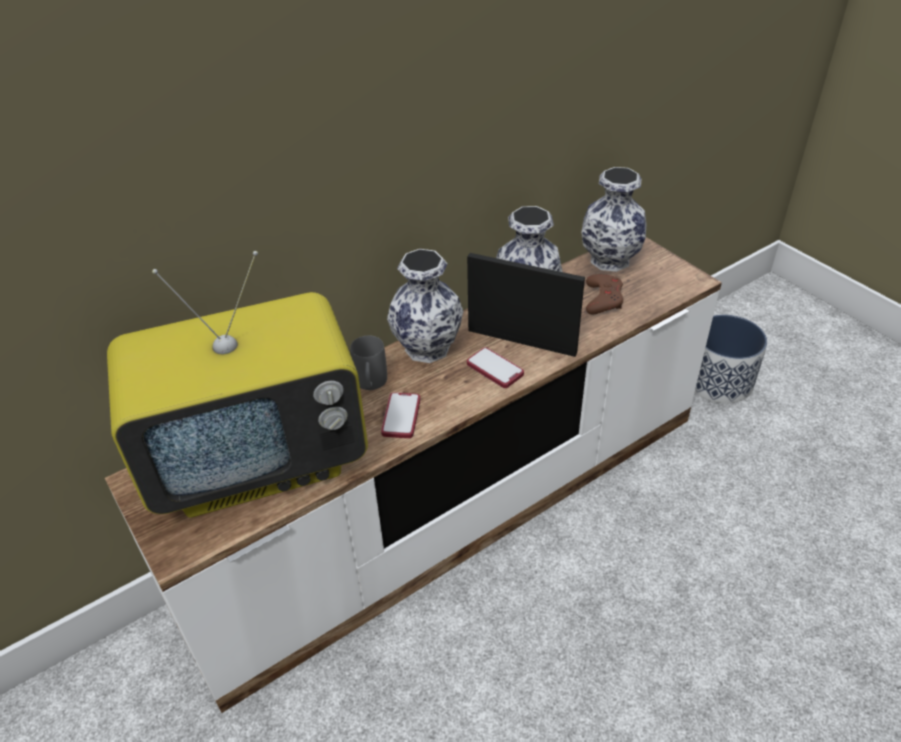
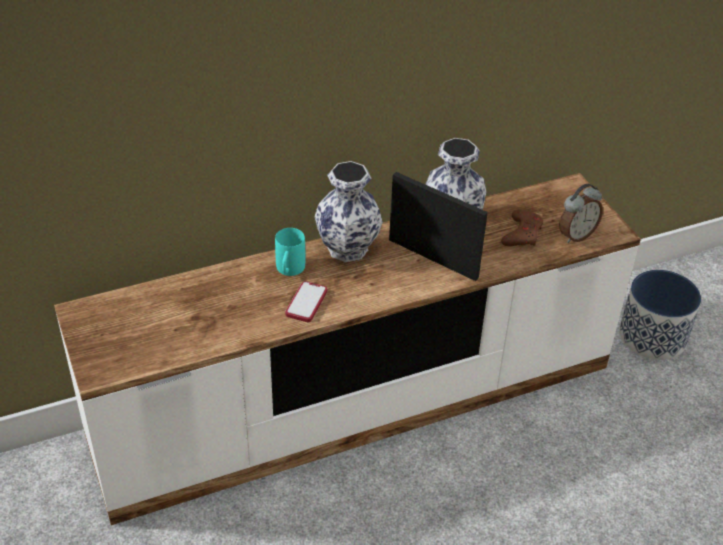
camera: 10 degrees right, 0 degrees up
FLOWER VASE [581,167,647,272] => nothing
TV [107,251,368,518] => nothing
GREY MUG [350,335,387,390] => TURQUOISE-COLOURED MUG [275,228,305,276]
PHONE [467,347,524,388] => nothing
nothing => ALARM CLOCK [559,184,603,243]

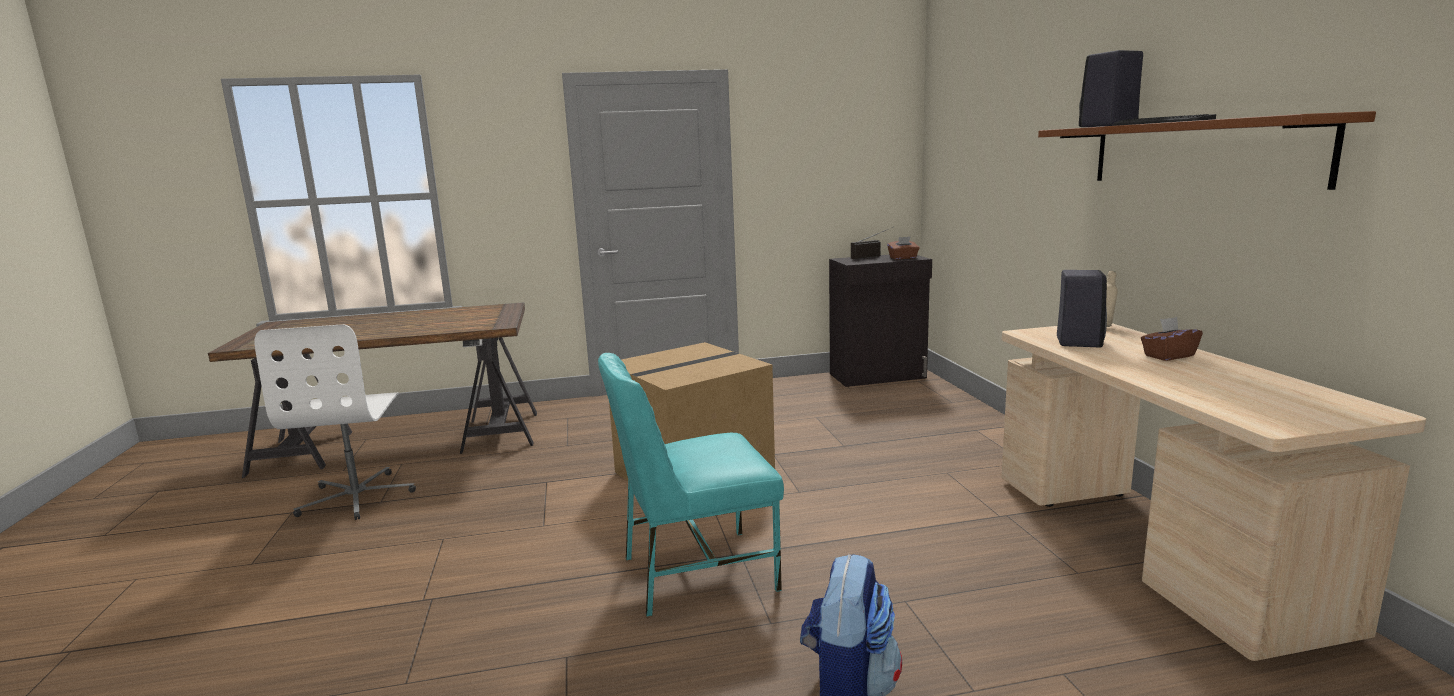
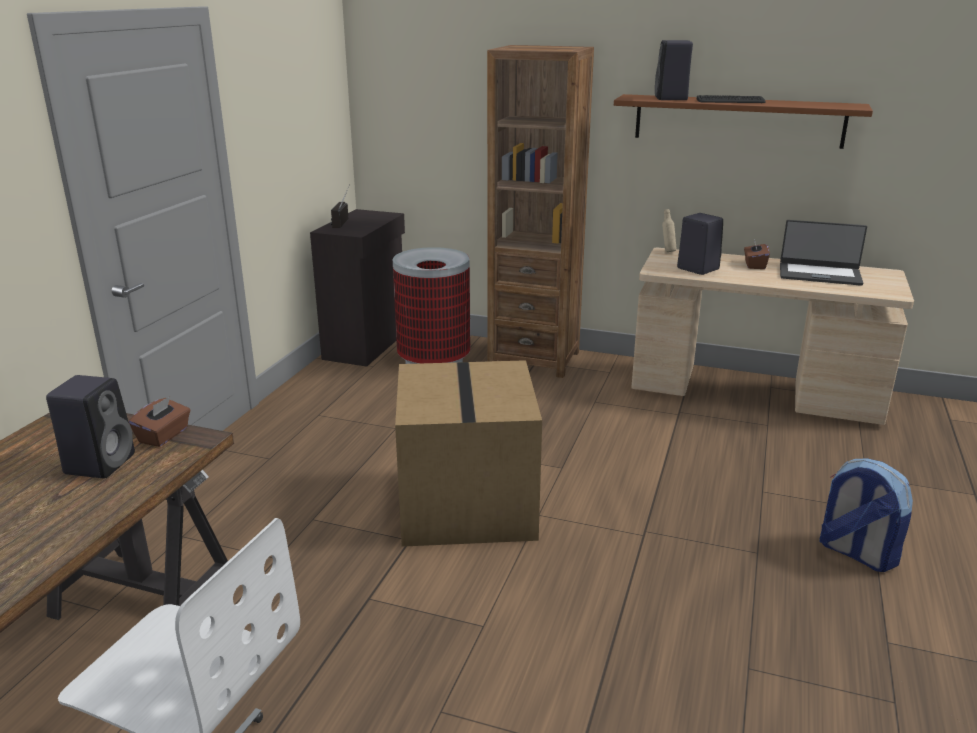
camera: 60 degrees left, 10 degrees up
BROWNISH TISSUE BOX [887,237,920,259] => BROWNISH TISSUE BOX [129,396,190,447], move
TURQUOISE-COLOURED CHAIR [598,353,784,616] => nothing
nothing => BROWNISH BOOKCASE [487,45,594,378]
nothing => LAPTOP [780,220,867,286]
nothing => WASTE BIN [393,247,470,364]
nothing => BLACK SPEAKER [46,375,135,478]

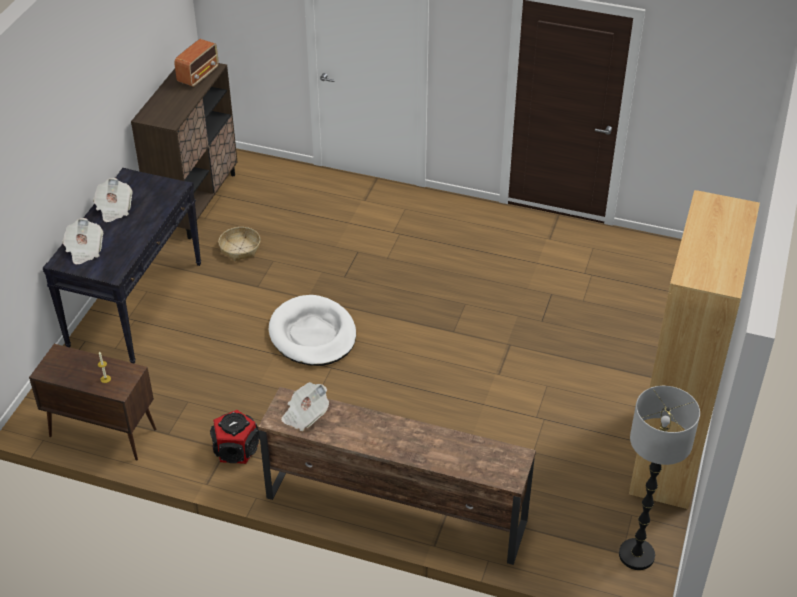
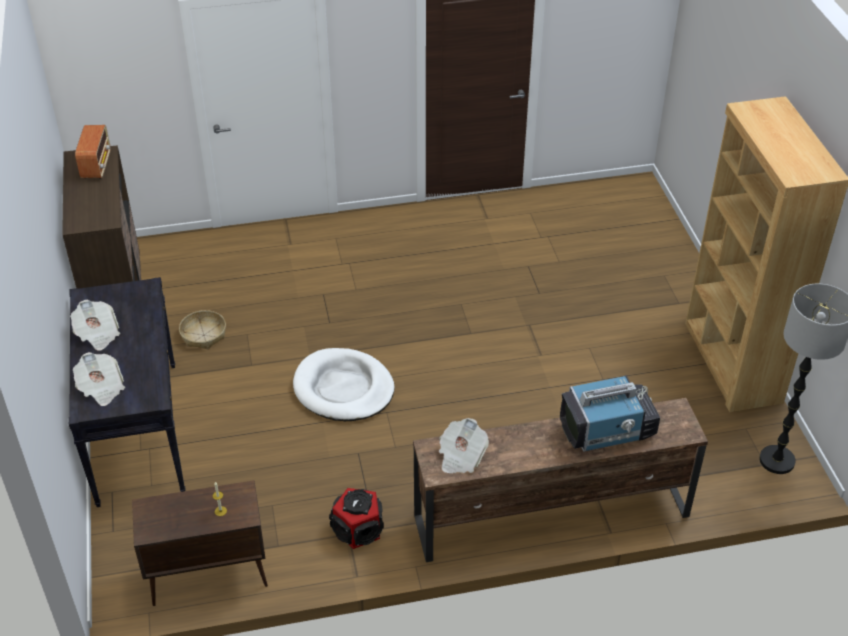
camera: 30 degrees left, 0 degrees up
nothing => TV [560,375,660,452]

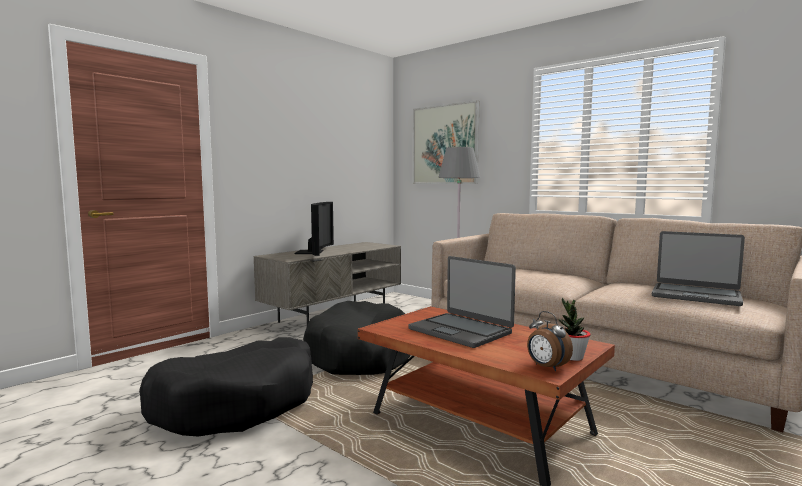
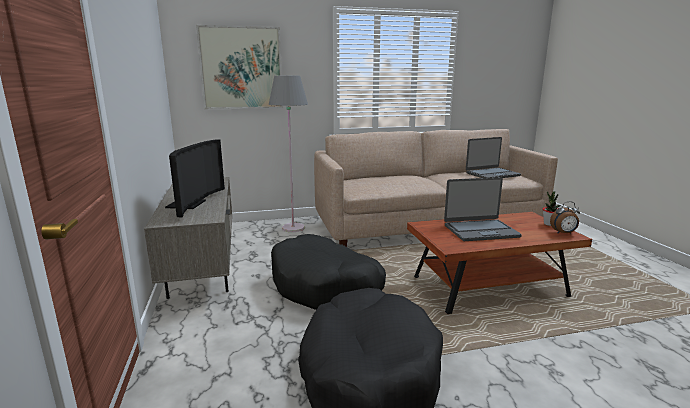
camera: 55 degrees left, 10 degrees up
TV [295,202,334,256] => TV [165,139,225,217], 60 degrees clockwise

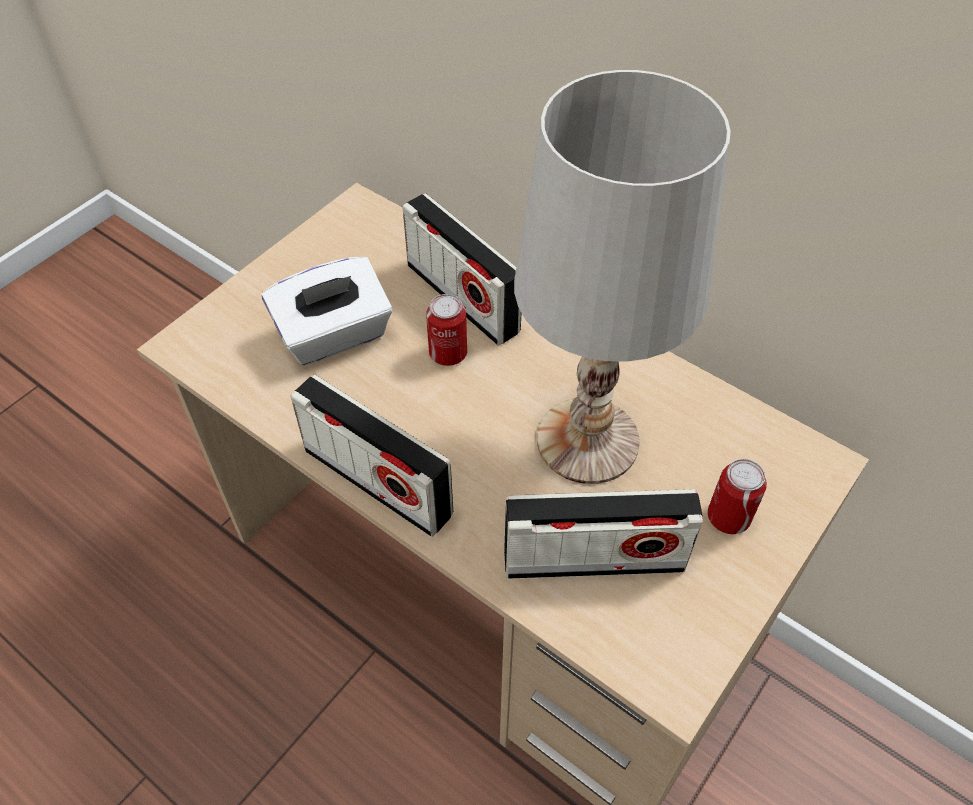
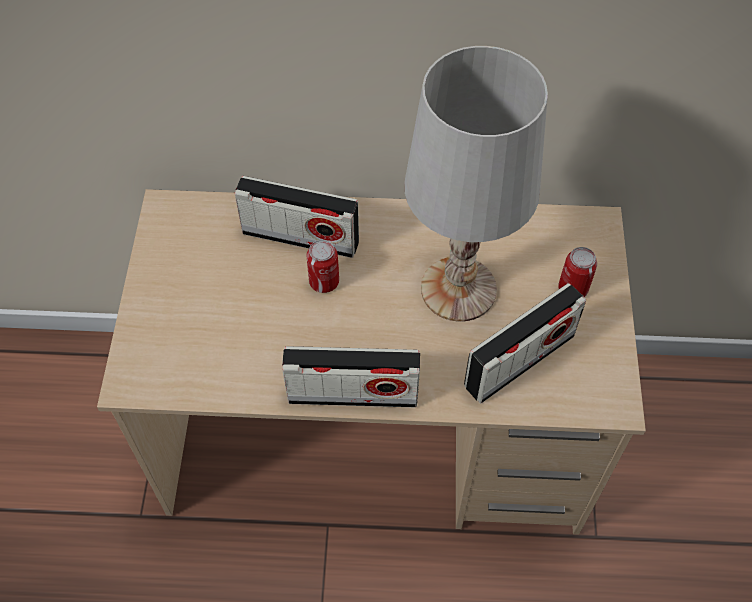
camera: 35 degrees left, 5 degrees up
WHITISH TISSUE BOX [262,256,392,365] => nothing

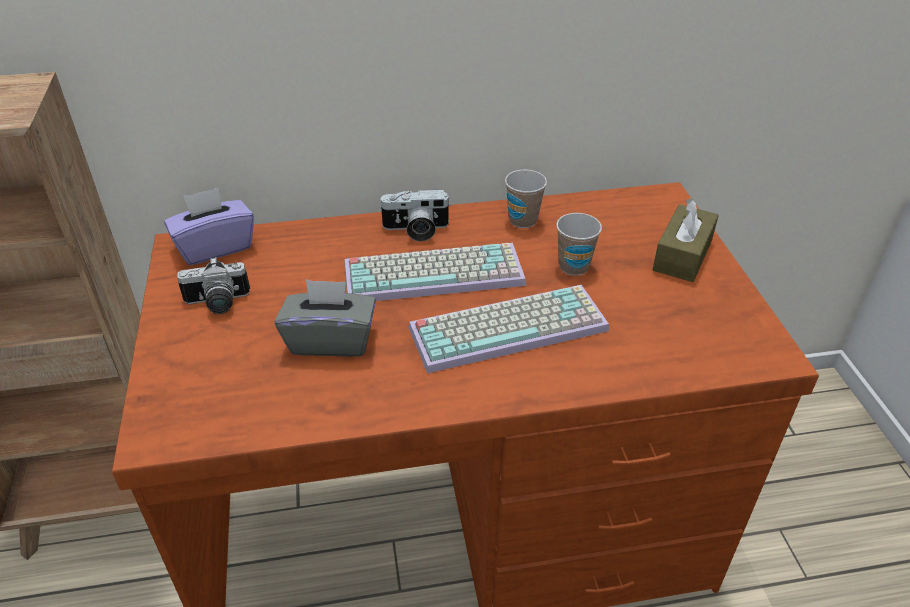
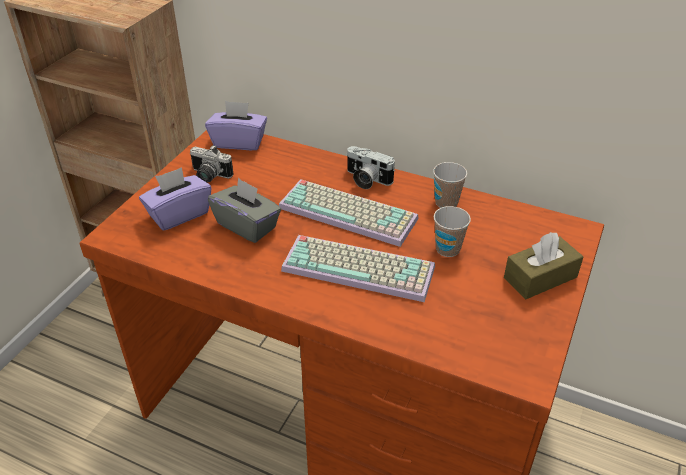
camera: 35 degrees right, 0 degrees up
nothing => PURPLISH TISSUE BOX [139,167,211,231]

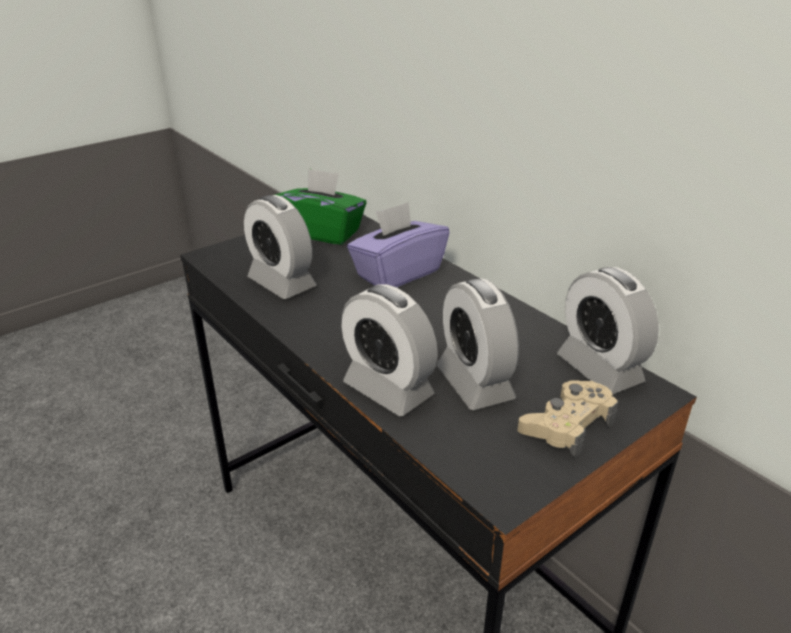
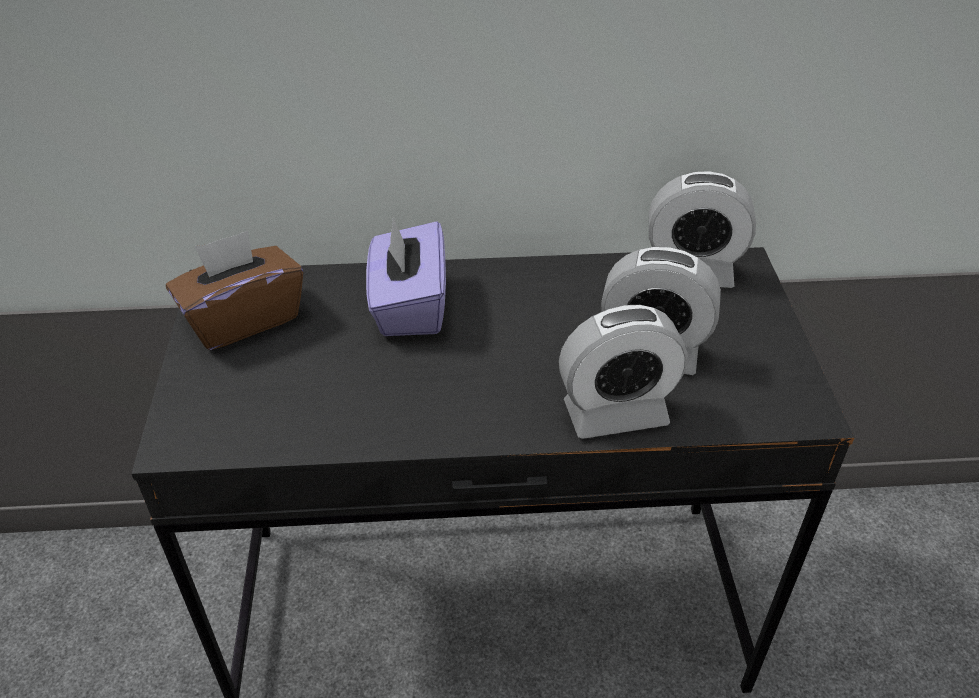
camera: 55 degrees left, 10 degrees up
GREEN-COLOURED TISSUE BOX [275,168,366,245] => BROWNISH TISSUE BOX [166,231,303,350]
ALARM CLOCK [244,195,317,299] => nothing
BEIGE JOYPAD [517,380,618,459] => nothing

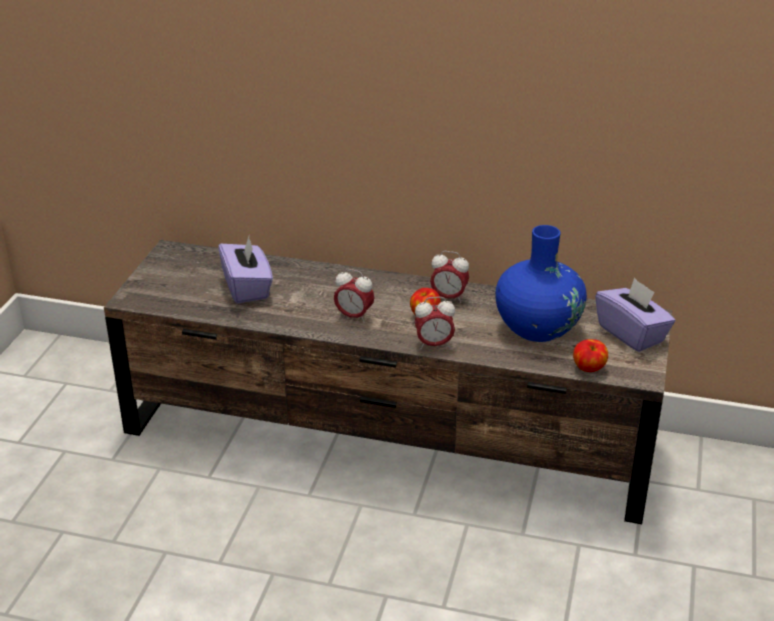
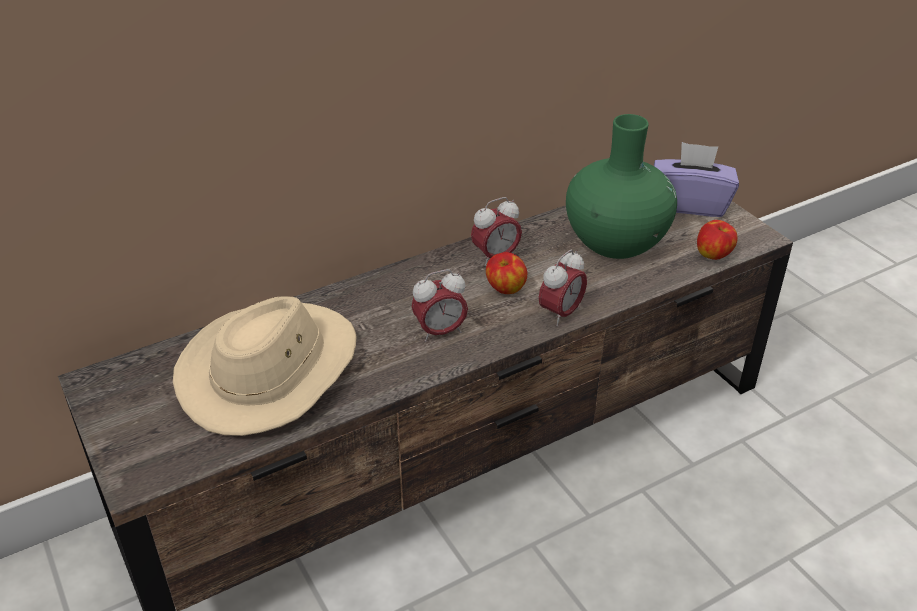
camera: 45 degrees left, 5 degrees up
BLUE FLOWER VASE [495,225,587,342] => GREEN-COLOURED FLOWER VASE [566,114,677,259]
PURPLISH TISSUE BOX [218,236,273,304] => BEIGE WEARABLE HAT [173,296,356,436]

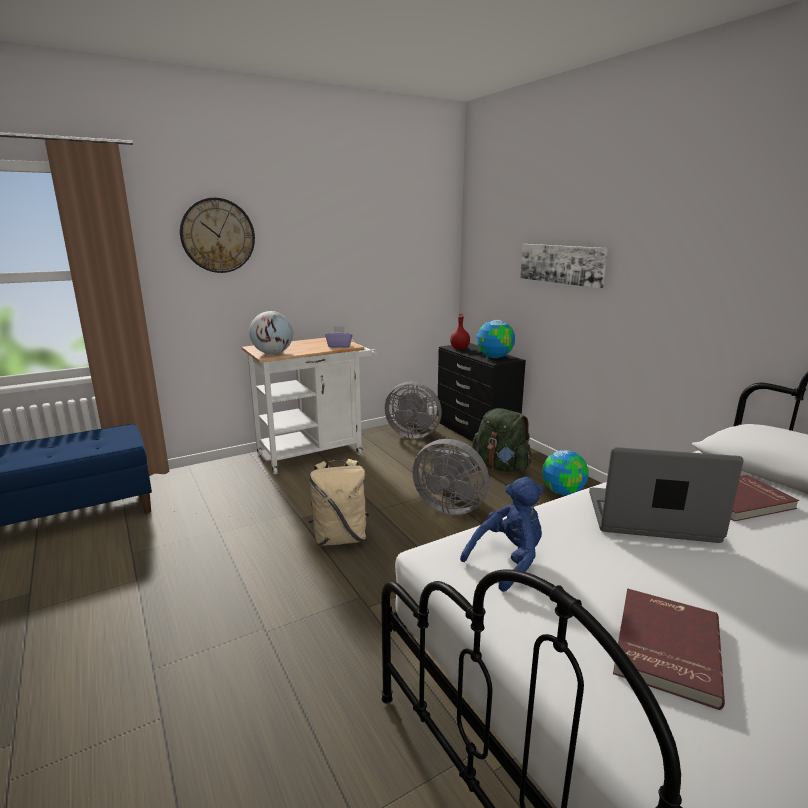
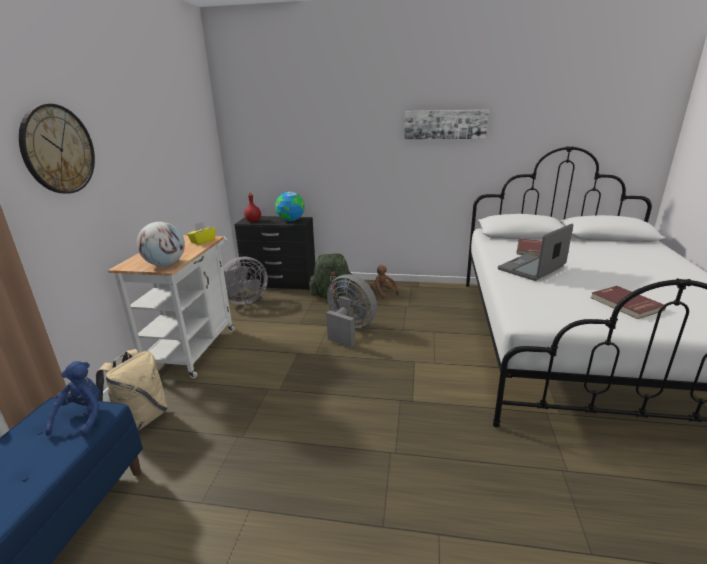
camera: 50 degrees left, 5 degrees up
WALL ART [520,244,608,288] => WALL ART [404,110,489,140], move
PURPLISH TISSUE BOX [325,326,353,348] => YELLOW-COLOURED TISSUE BOX [187,222,215,245]
GREY COOLING FAN [412,439,489,515] => GREY COOLING FAN [326,274,377,348], 120 degrees counterclockwise
WORLD GLOBE [542,450,589,495] => BROWNISH CUDDLY TOY [370,265,399,299]
BEIGE BACKPACK [309,459,369,546] => BEIGE BACKPACK [96,349,168,431], move
BLUE CUDDLY TOY [460,477,544,592] => BLUE CUDDLY TOY [46,361,100,437], move

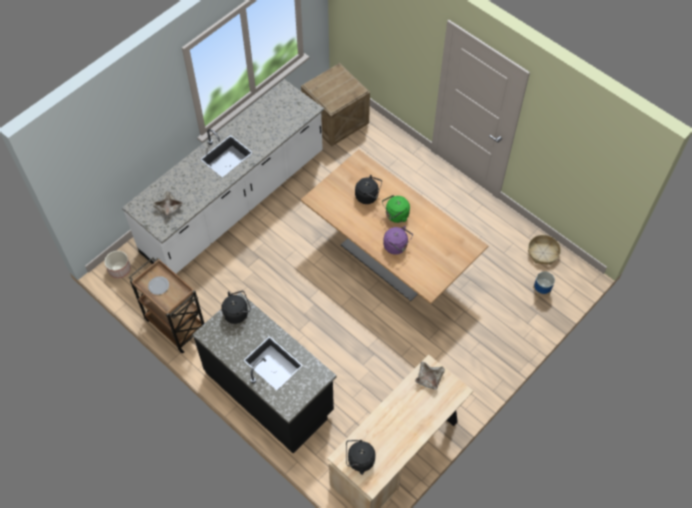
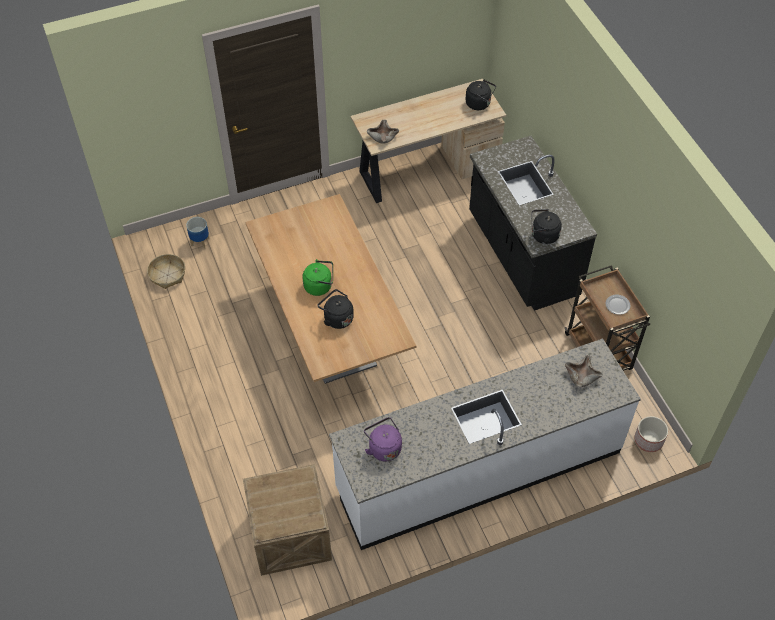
camera: 155 degrees left, 5 degrees down
PURPLISH KETTLE [383,226,413,254] => PURPLISH KETTLE [364,417,402,461], move

